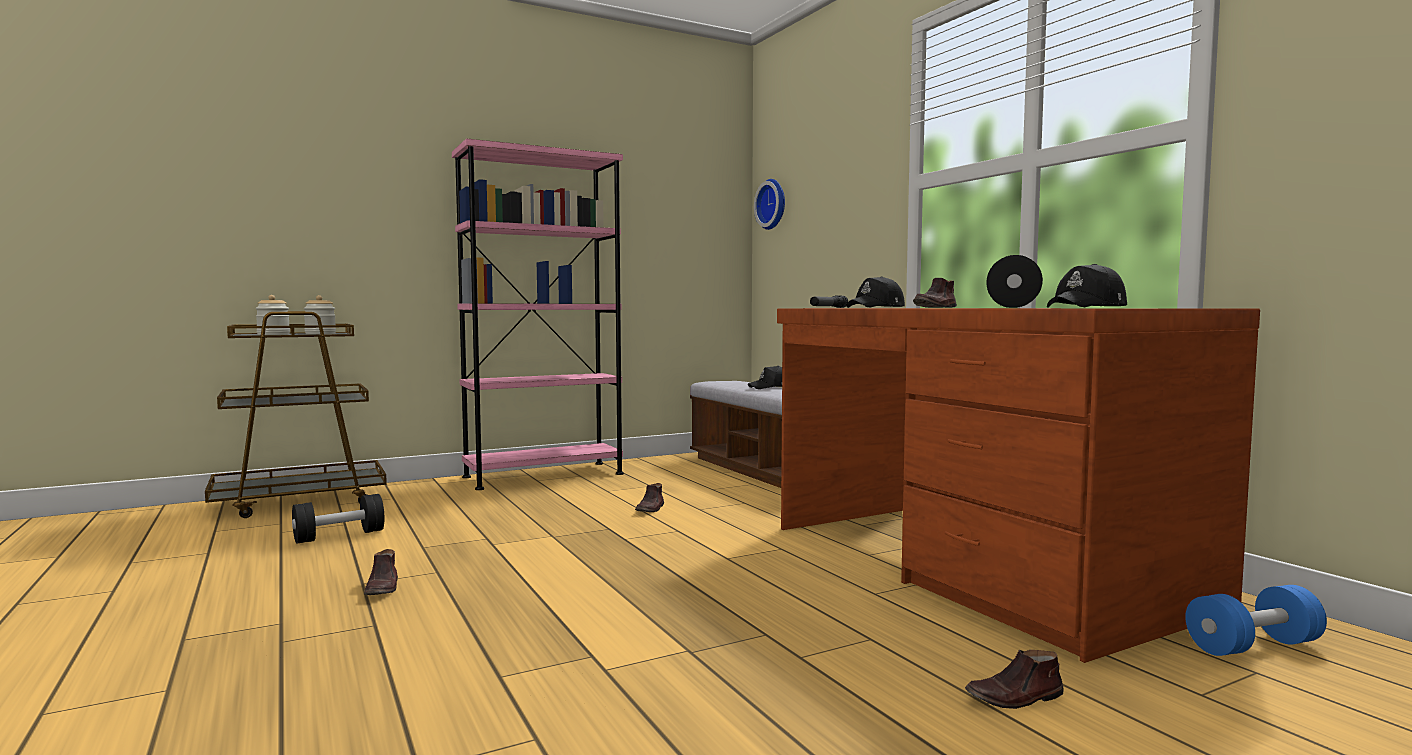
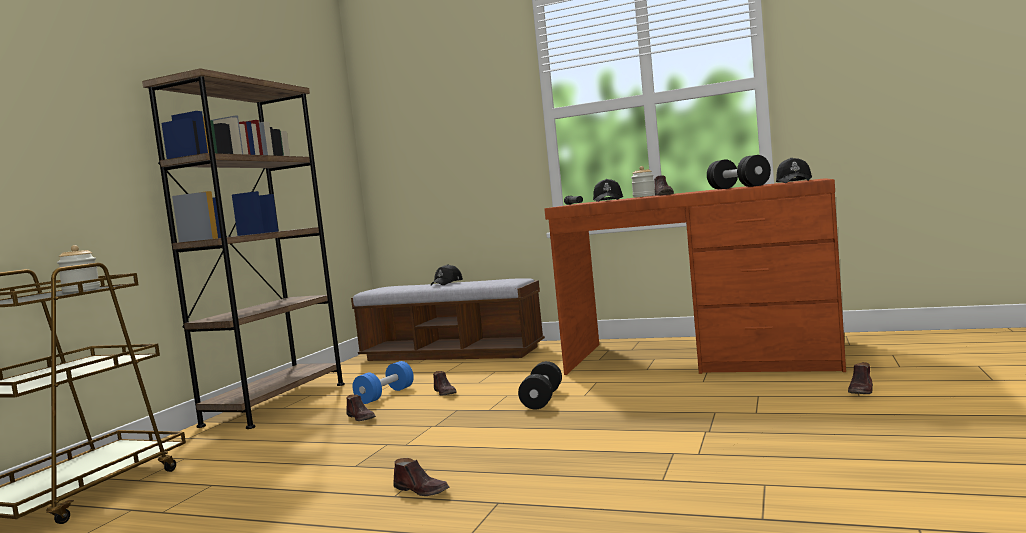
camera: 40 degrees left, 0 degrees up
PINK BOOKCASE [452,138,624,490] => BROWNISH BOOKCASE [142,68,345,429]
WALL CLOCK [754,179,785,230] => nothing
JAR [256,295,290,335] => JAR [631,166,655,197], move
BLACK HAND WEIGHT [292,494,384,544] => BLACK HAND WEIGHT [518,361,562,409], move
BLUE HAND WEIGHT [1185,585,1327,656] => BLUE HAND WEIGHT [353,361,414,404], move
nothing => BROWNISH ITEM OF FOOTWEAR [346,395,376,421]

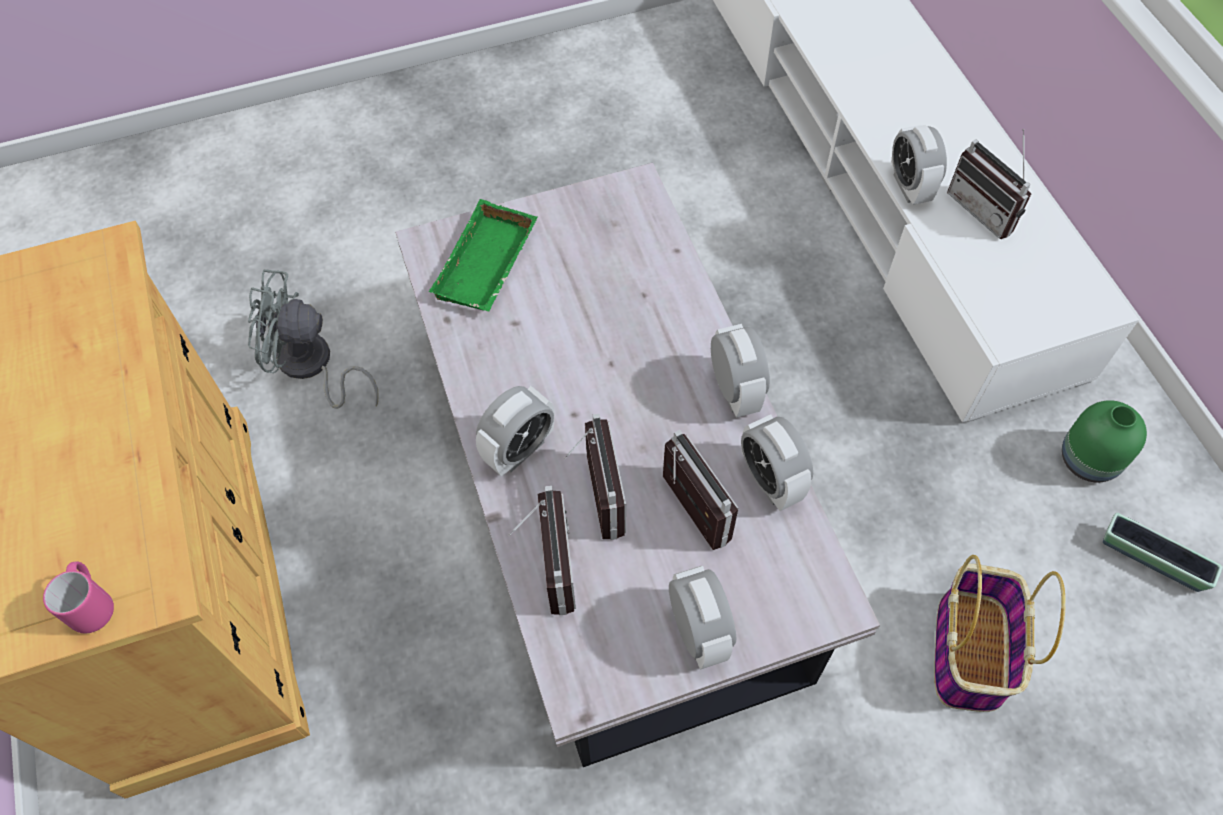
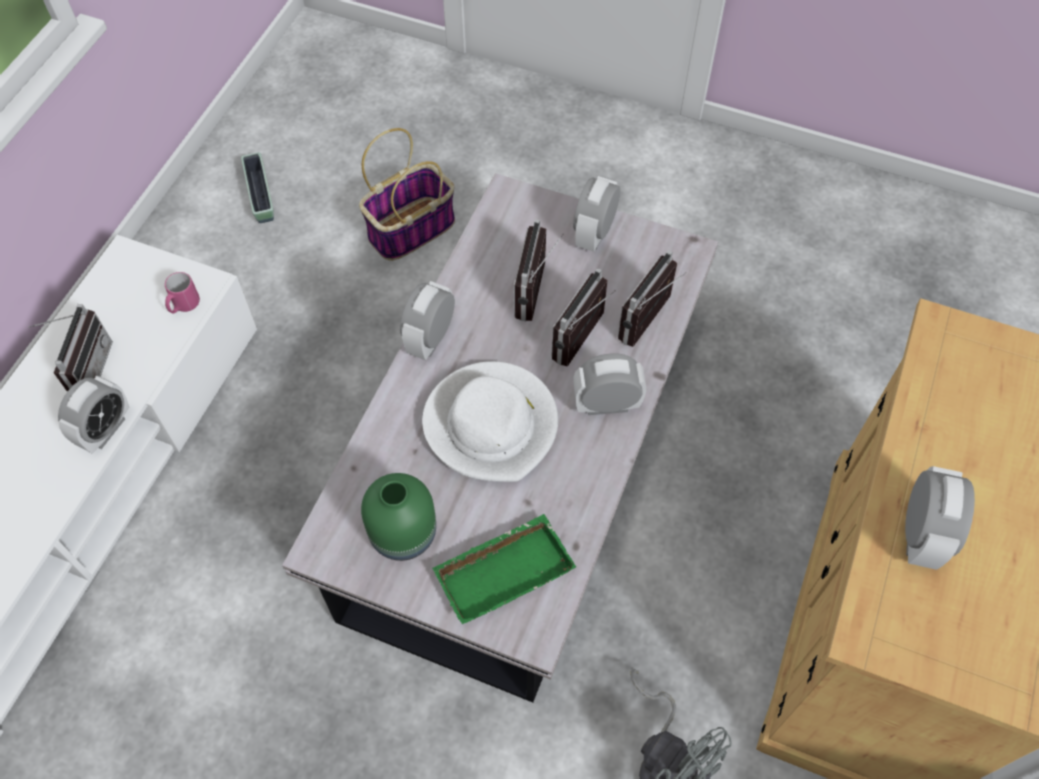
camera: 140 degrees left, 0 degrees up
GREEN-COLOURED FLOWER VASE [1062,400,1147,482] => GREEN-COLOURED FLOWER VASE [361,473,436,561], move
ALARM CLOCK [741,414,813,511] => ALARM CLOCK [905,466,975,570], move
PINK MUG [43,561,114,633] => PINK MUG [165,272,200,313], move
nothing => WHITISH WEARABLE HAT [422,361,558,482]

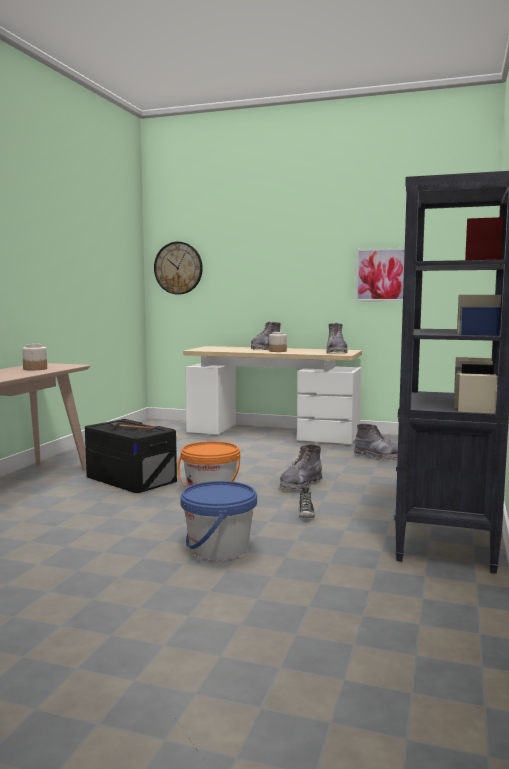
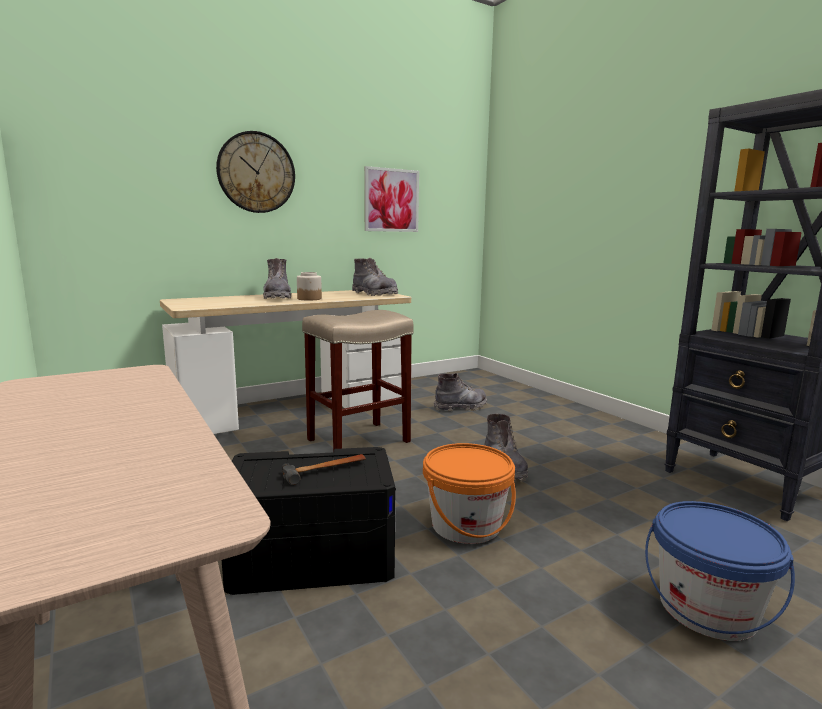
camera: 50 degrees left, 5 degrees up
WALL CLOCK [154,242,203,295] => WALL CLOCK [216,131,295,213], move
JAR [22,344,47,370] => nothing
ITEM OF FOOTWEAR [299,486,315,518] => nothing
nothing => BEIGE STOOL SEAT [302,310,414,453]

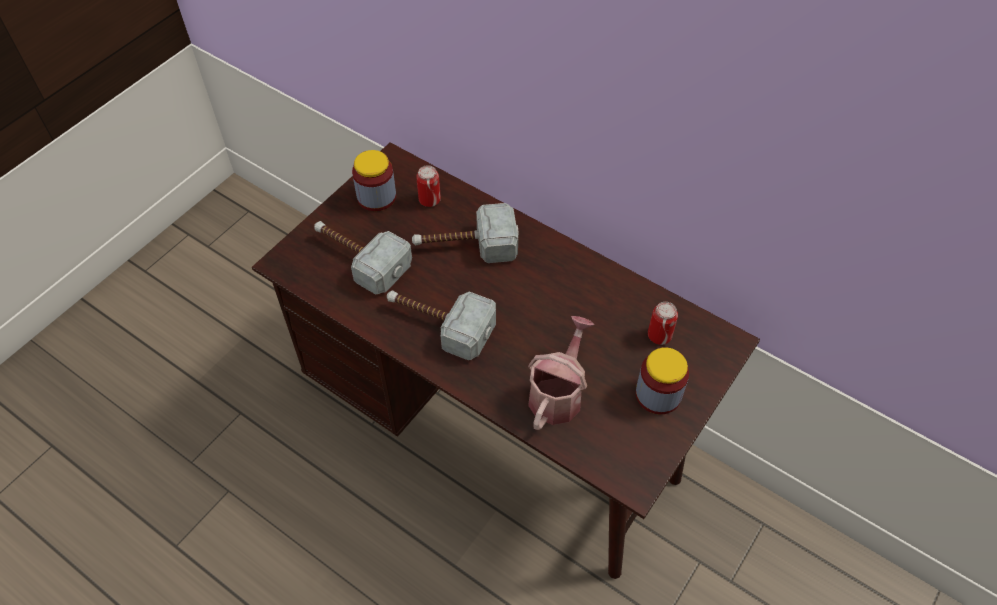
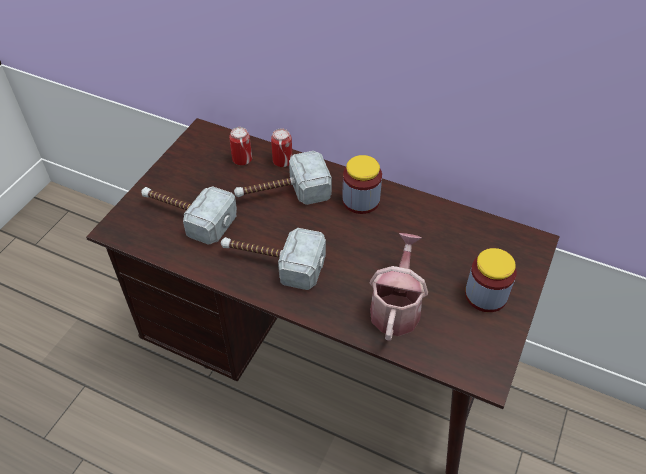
camera: 10 degrees left, 5 degrees down
JAR [352,150,396,211] => JAR [342,155,382,214], move
CAN [648,302,678,345] => CAN [271,128,292,167], move

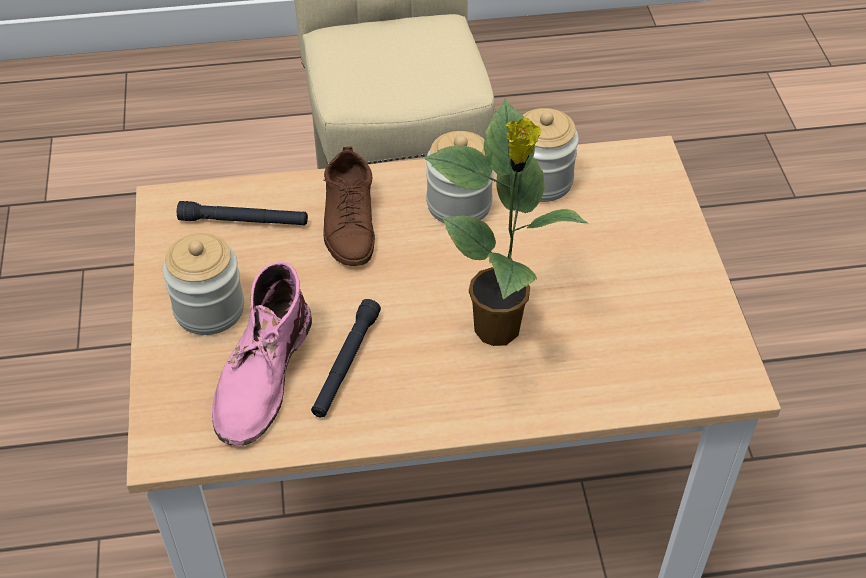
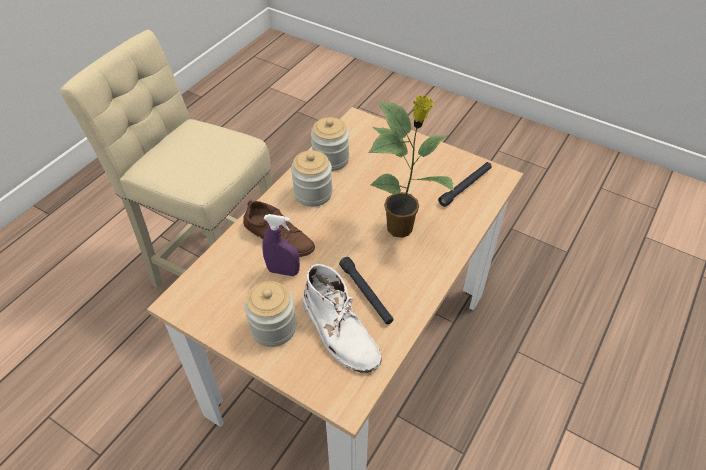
camera: 50 degrees left, 0 degrees up
BLACK TORCH [177,201,308,225] => BLACK TORCH [438,162,492,207], move
PINK BOOT [212,261,312,446] => WHITISH BOOT [303,264,382,373]
nothing => PURPLISH SPRAYER [262,214,300,276]

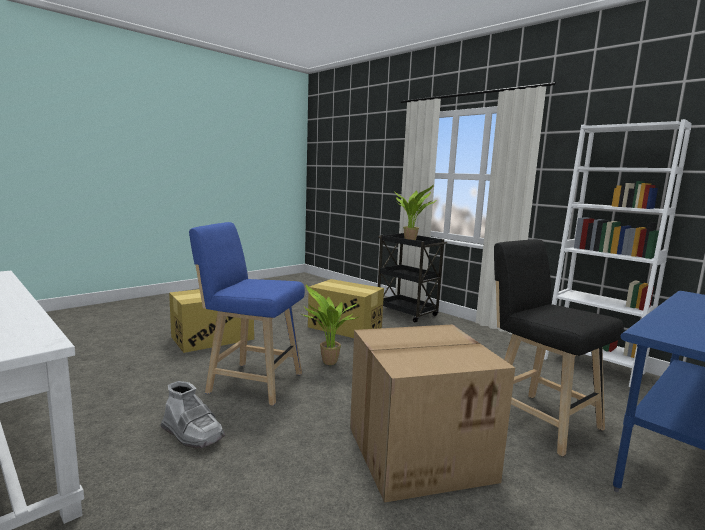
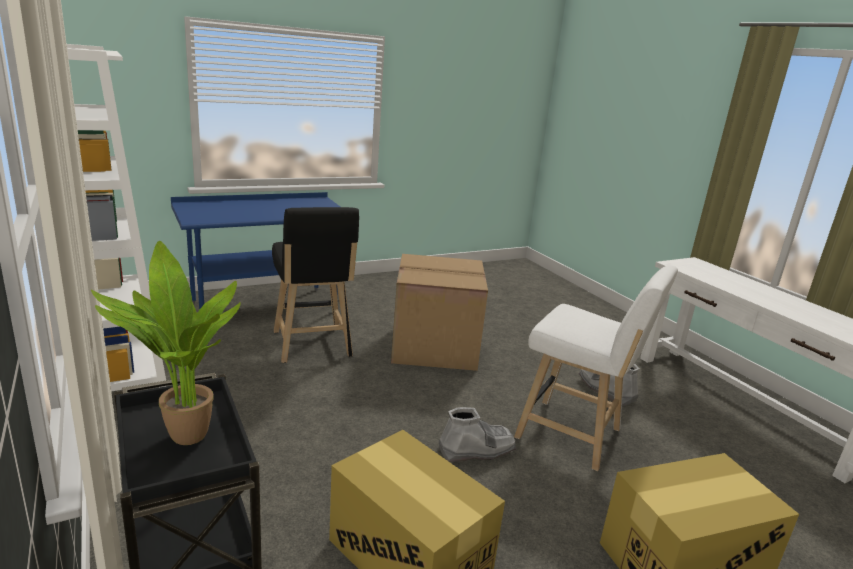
camera: 165 degrees left, 10 degrees up
BLUE STOOL SEAT [189,222,305,406] => WHITISH STOOL SEAT [514,265,678,471]
PLANT IN A POT [300,285,359,365] => GREY BOOT [439,407,516,462]

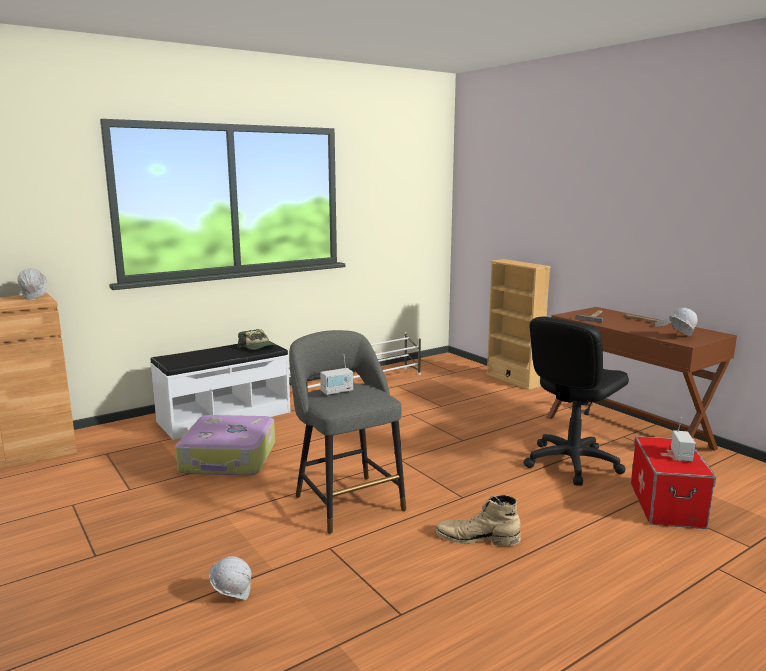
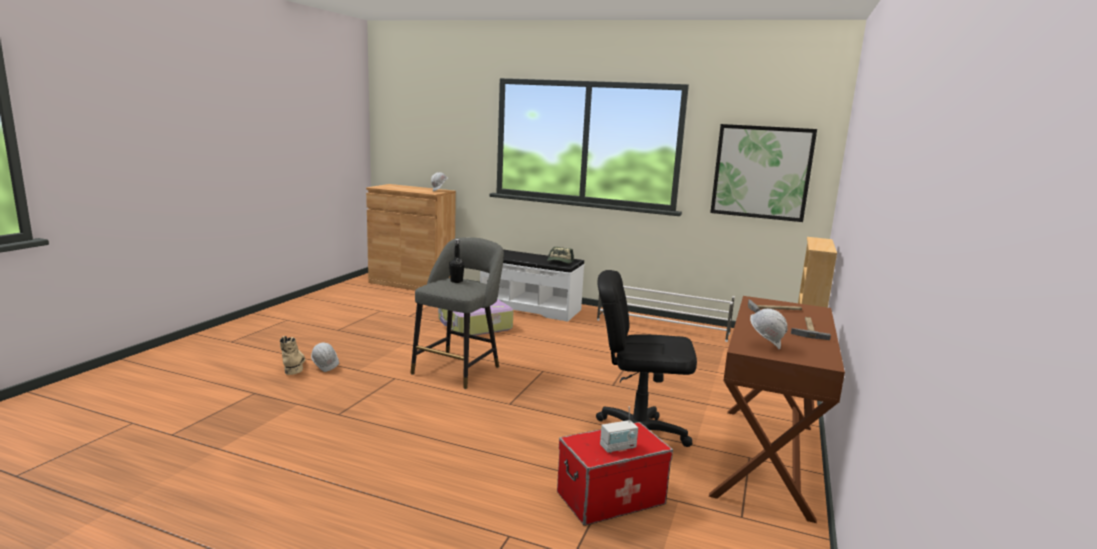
camera: 55 degrees right, 0 degrees up
RADIO RECEIVER [320,354,353,396] => BLACK BEVERAGE BOTTLE [449,239,464,283]
BEIGE BOOT [436,495,521,546] => BEIGE BOOT [280,336,305,375], move
nothing => WALL ART [710,124,817,222]

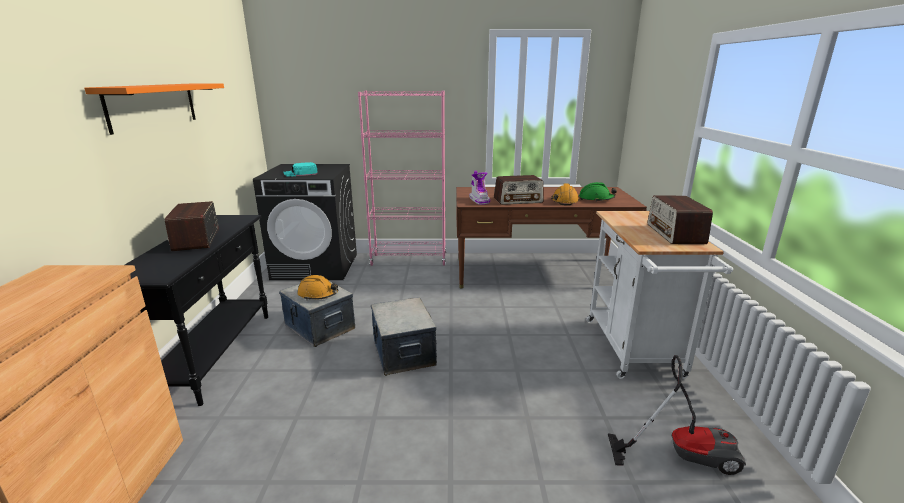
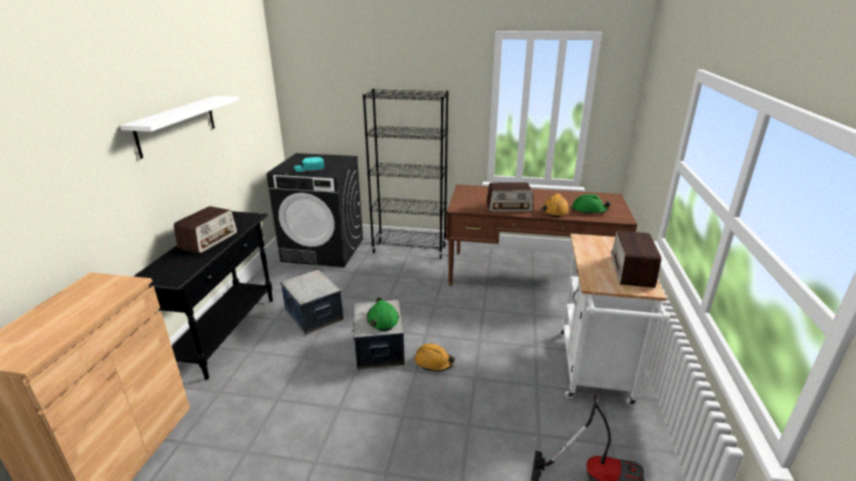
camera: 10 degrees right, 5 degrees up
ORANGE WALL SHELF [84,83,224,135] => WHITISH WALL SHELF [120,96,239,159]
PINK BOOKCASE [358,90,446,266] => BLACK BOOKCASE [363,89,449,259]
BOOT [469,171,490,205] => nothing
RADIO RECEIVER [165,201,219,251] => RADIO RECEIVER [174,206,237,254], 150 degrees counterclockwise
ORANGE HARD HAT [297,275,339,300] => ORANGE HARD HAT [415,343,455,372], move
nothing => GREEN-COLOURED HARD HAT [367,297,399,331]

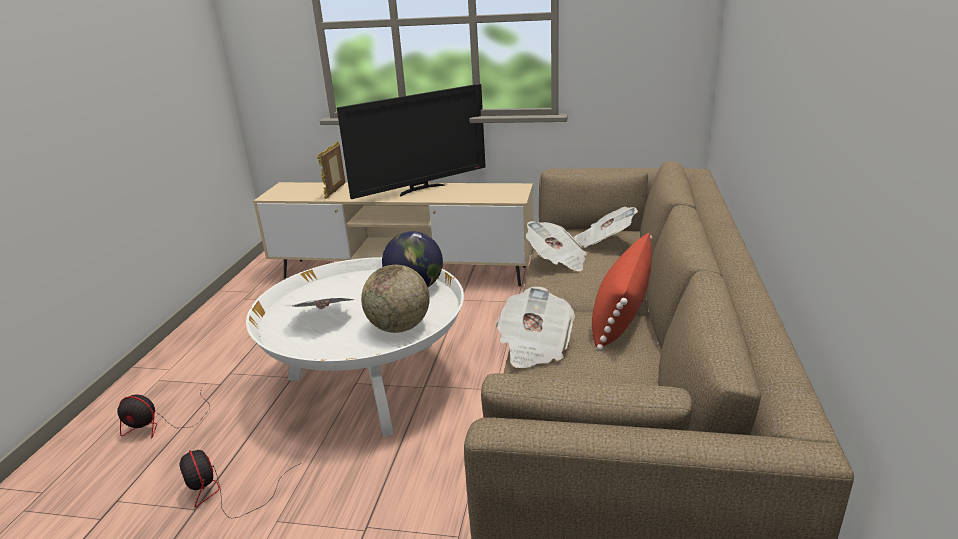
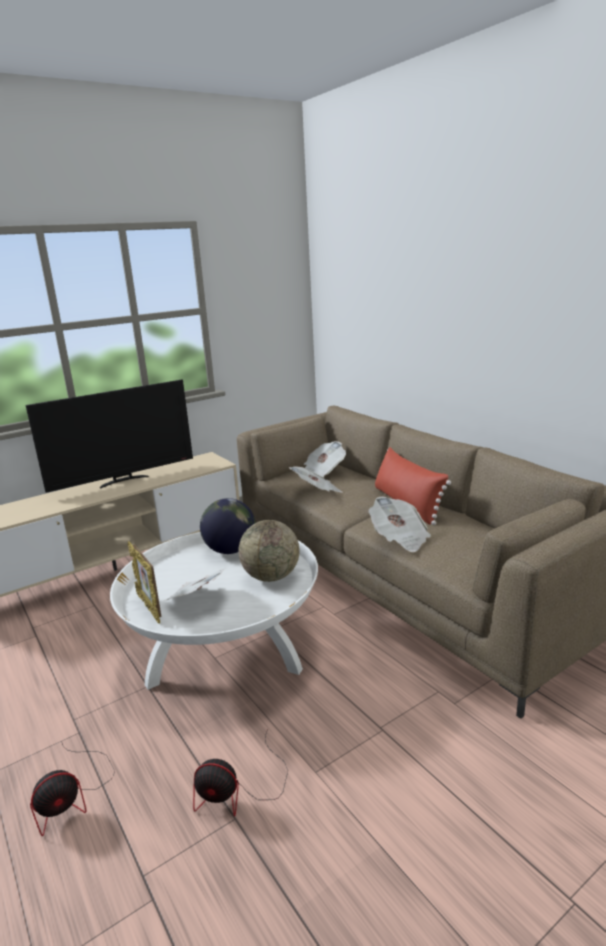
camera: 45 degrees left, 5 degrees down
TV [337,84,486,199] => TV [25,380,193,493], 45 degrees clockwise
PICTURE FRAME [318,141,346,199] => PICTURE FRAME [128,541,162,624], move

